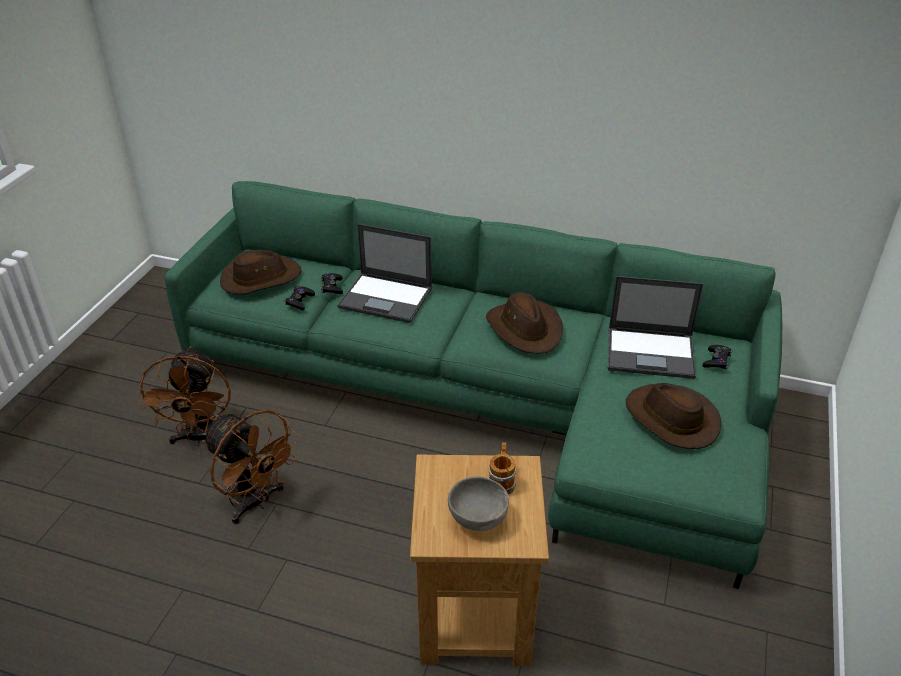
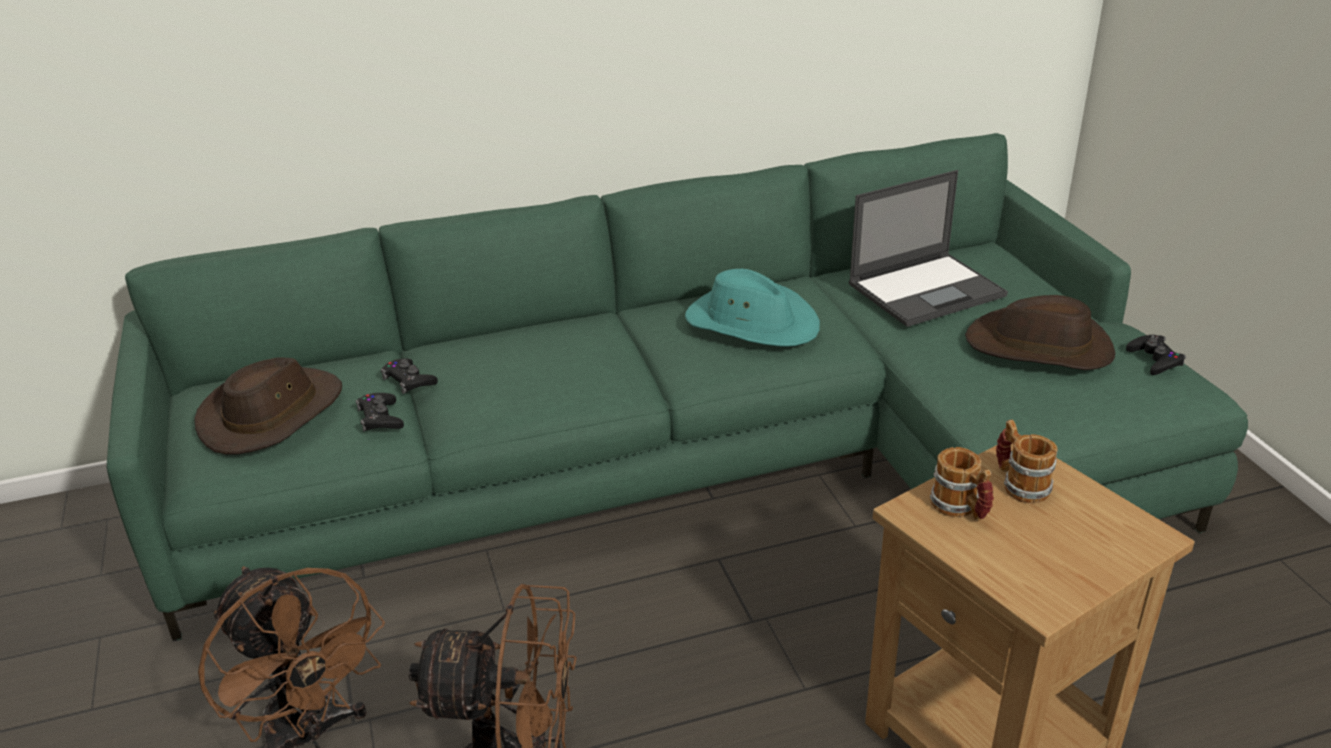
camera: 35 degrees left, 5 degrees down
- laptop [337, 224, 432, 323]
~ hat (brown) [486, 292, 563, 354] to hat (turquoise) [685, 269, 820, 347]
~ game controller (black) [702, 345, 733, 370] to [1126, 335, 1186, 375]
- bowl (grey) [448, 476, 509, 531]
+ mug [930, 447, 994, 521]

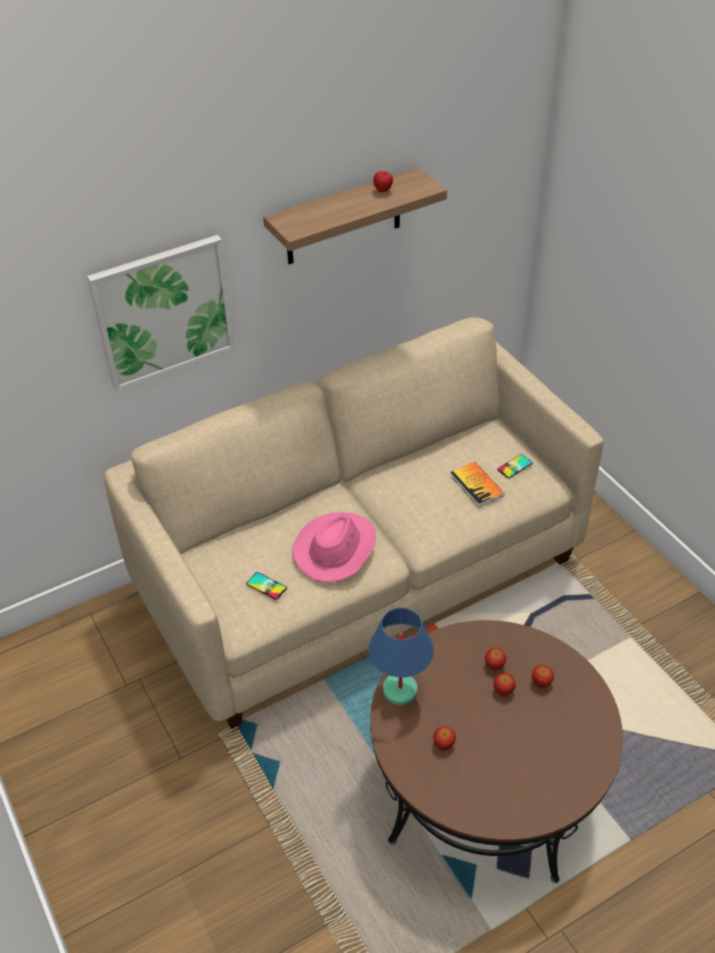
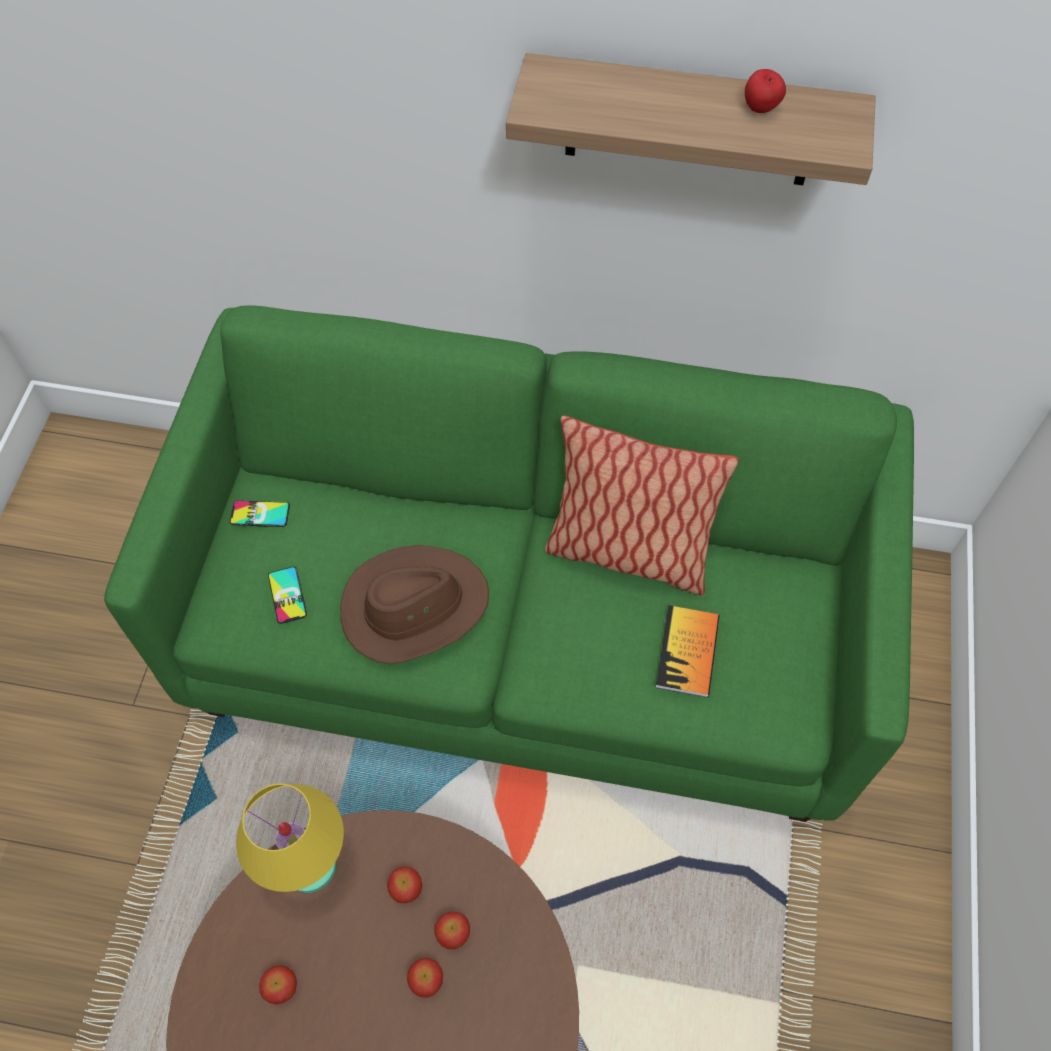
camera: 40 degrees right, 15 degrees up
- picture [87, 235, 235, 392]
~ sofa (beige) [104, 317, 604, 729] to sofa (green) [104, 305, 914, 822]
~ phone [497, 454, 533, 478] to [230, 500, 290, 527]
~ hat (pink) [292, 512, 376, 582] to hat (brown) [340, 545, 489, 664]
~ table lamp (blue) [368, 608, 434, 705] to table lamp (yellow) [236, 784, 344, 893]
~ apple [532, 665, 554, 688] to [387, 867, 422, 903]
+ pillow [545, 415, 739, 595]

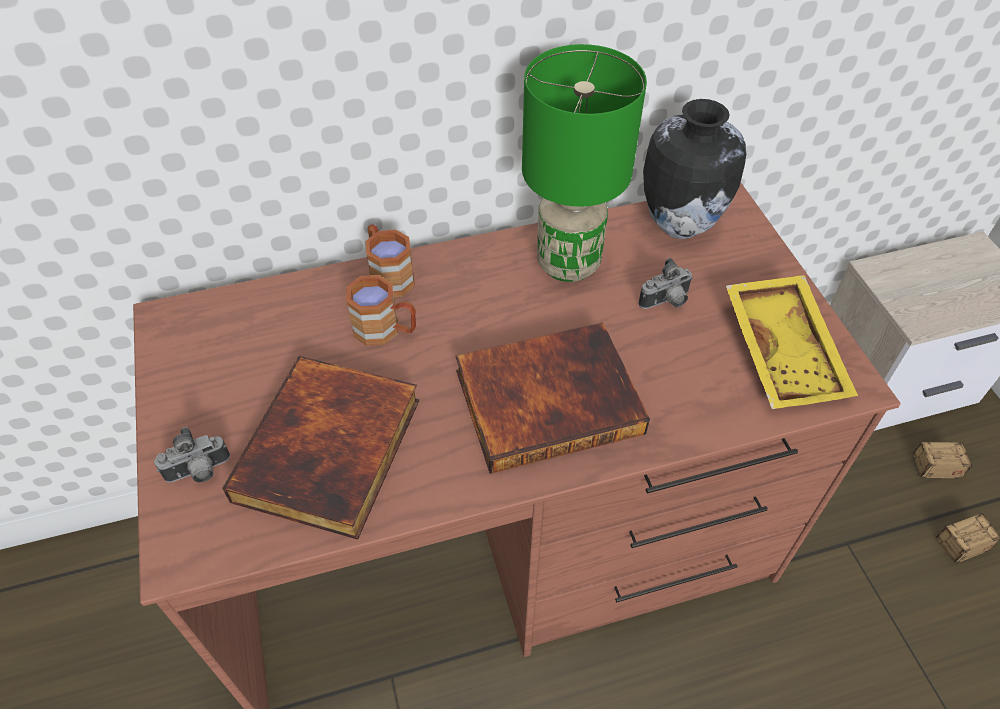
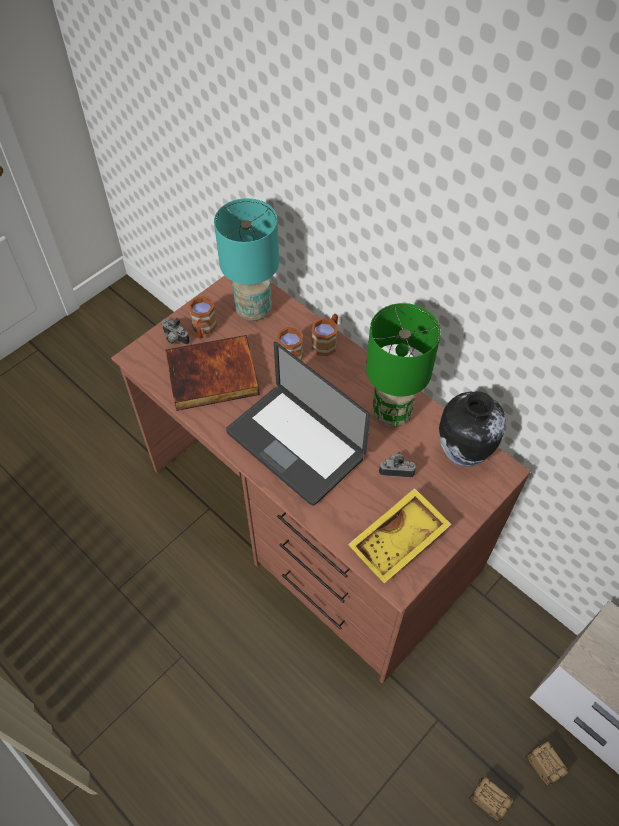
camera: 60 degrees right, 5 degrees up
~ photo camera [638, 258, 693, 309] = [379, 451, 416, 478] 150 degrees clockwise
~ book [455, 322, 650, 474] to laptop [226, 342, 370, 505]
+ table lamp (turquoise) [214, 198, 279, 321]
+ mug (brown) [188, 296, 217, 338]

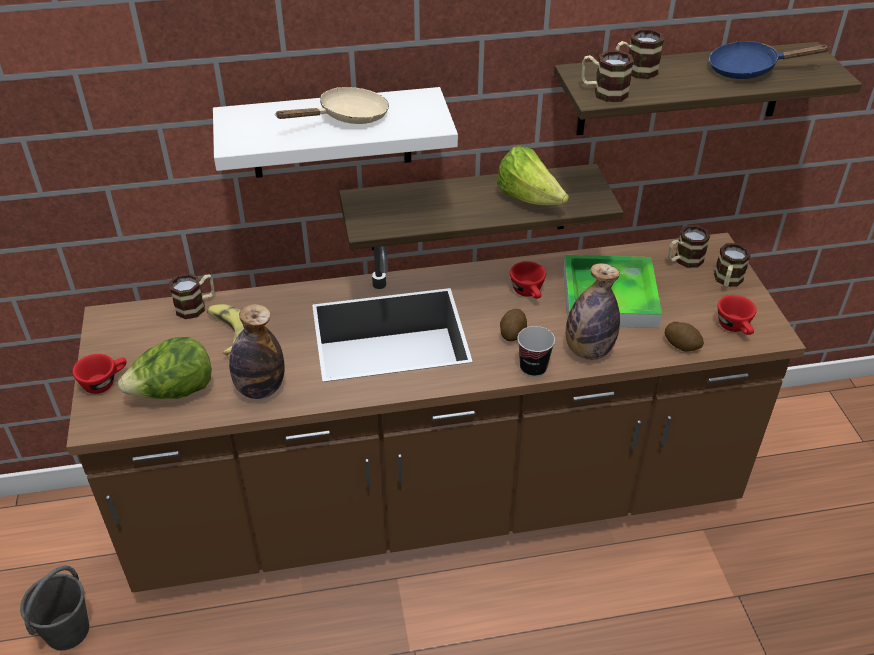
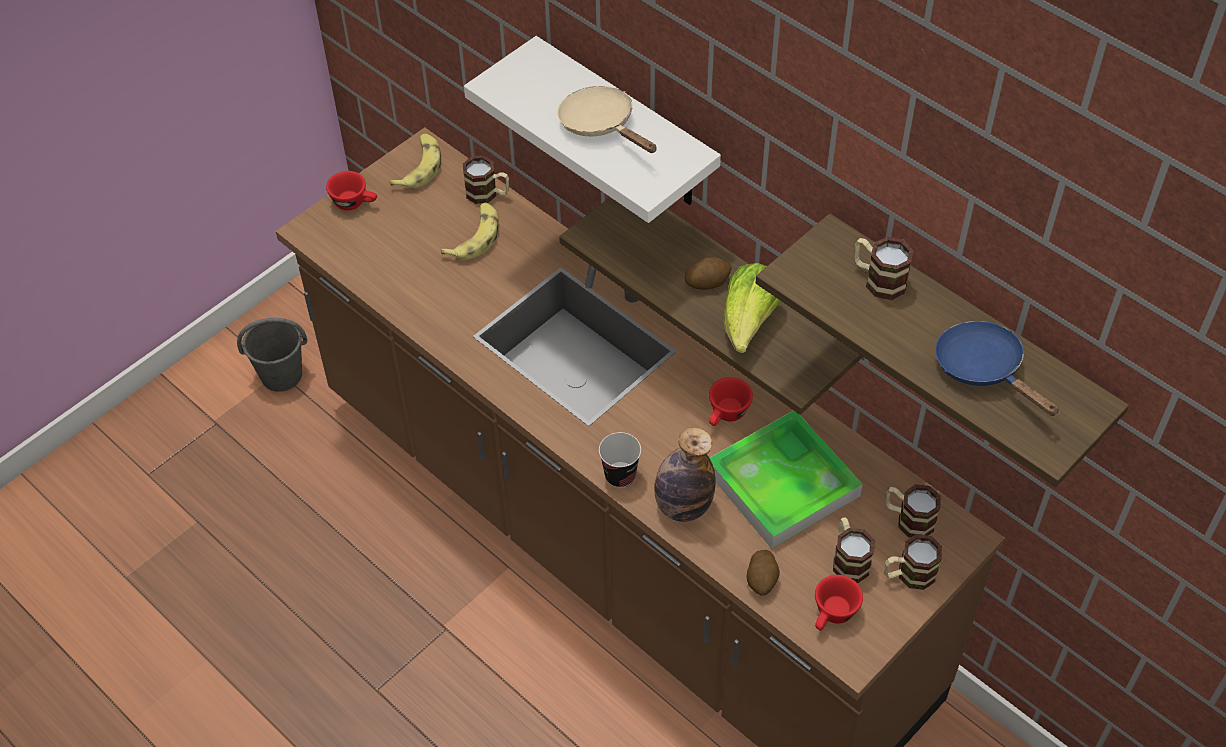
camera: 55 degrees right, 10 degrees up
~ mug [582, 50, 634, 102] to [833, 517, 875, 583]
~ frying pan (beige) [275, 87, 389, 124] = [557, 86, 657, 153] 150 degrees counterclockwise
- bottle [229, 304, 285, 399]
~ potato [500, 309, 527, 341] to [685, 257, 732, 290]
- lettuce [118, 337, 212, 399]
+ banana [389, 133, 441, 188]

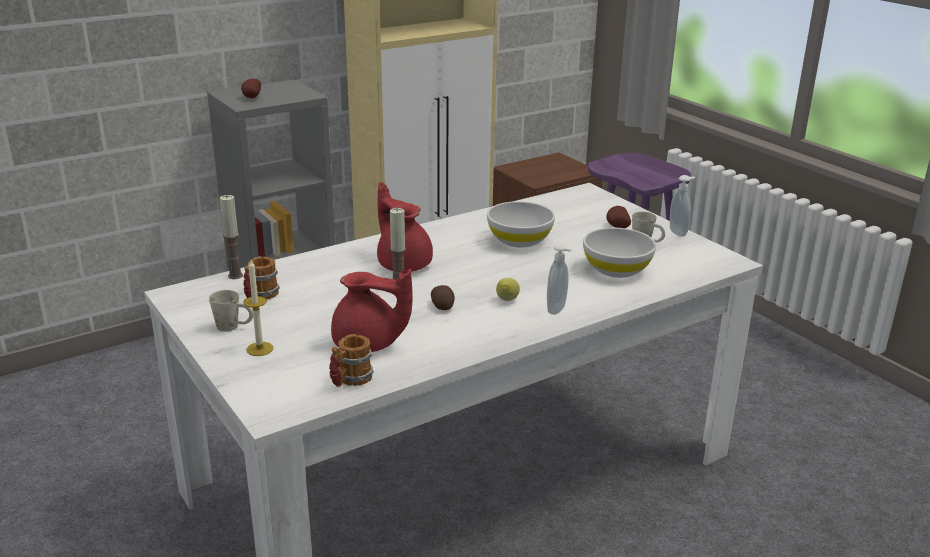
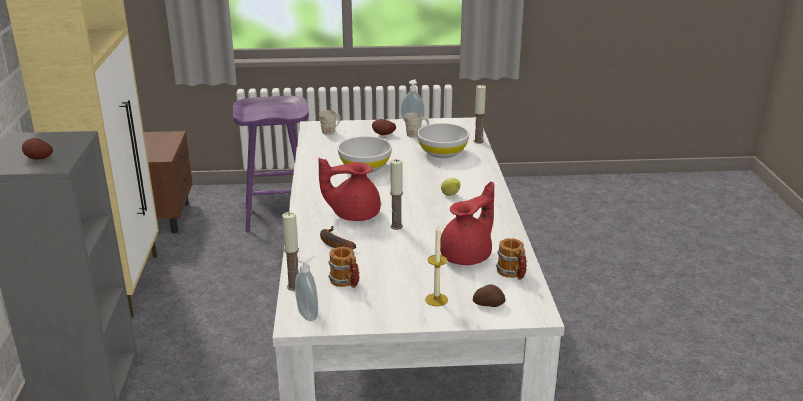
camera: 60 degrees left, 0 degrees up
~ soap dispenser [547, 243, 573, 315] to [295, 254, 318, 321]
~ potato [431, 285, 455, 310] to [473, 284, 506, 307]
~ mug (white) [209, 290, 253, 332] to [319, 110, 340, 135]
+ candle [474, 85, 486, 144]
+ banana [320, 226, 356, 250]

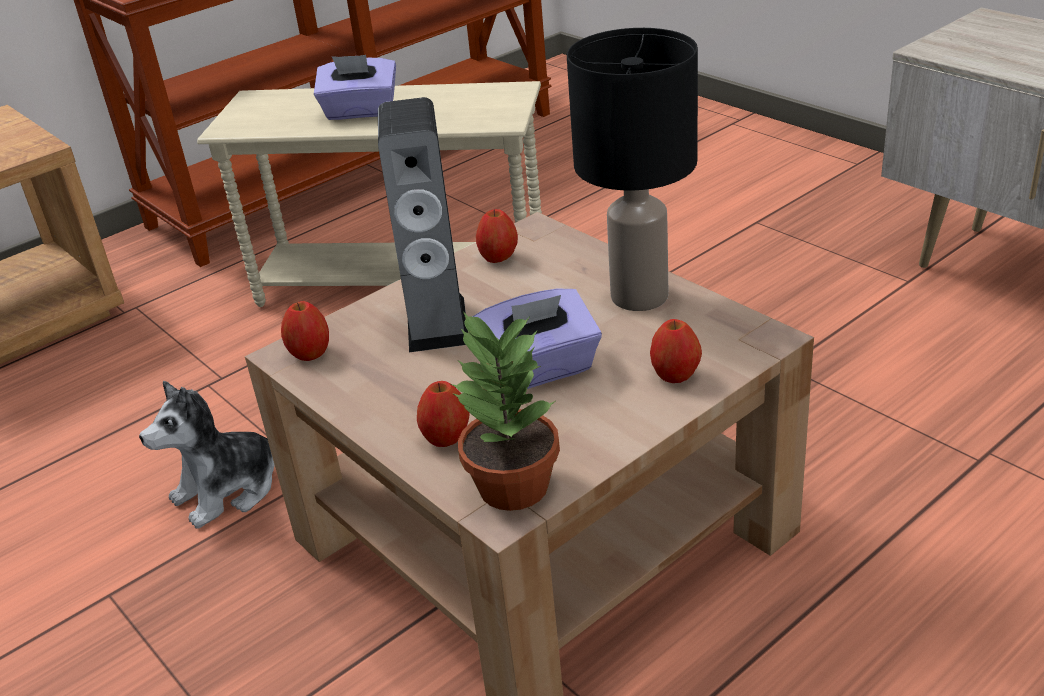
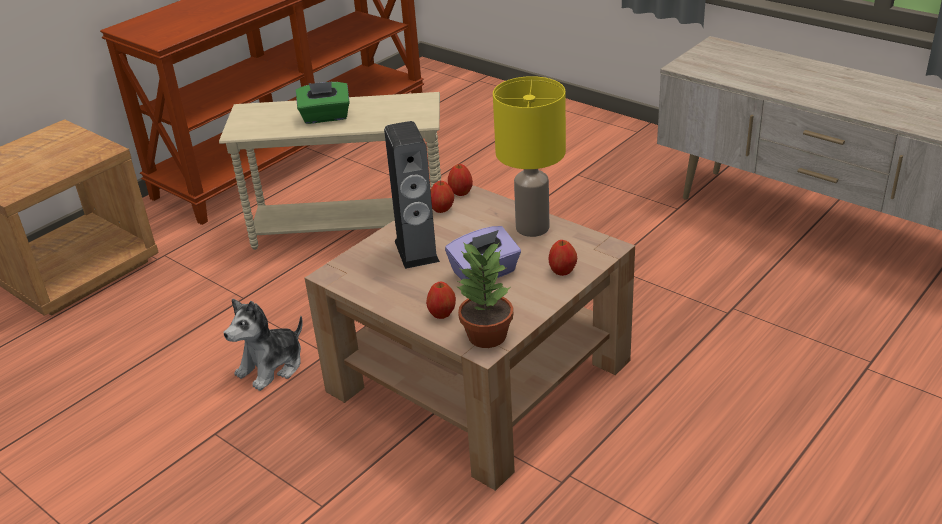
camera: 10 degrees left, 0 degrees up
~ table lamp (black) [567, 28, 698, 311] to table lamp (yellow) [493, 76, 566, 237]
~ tissue box (purple) [314, 55, 396, 120] to tissue box (green) [296, 82, 350, 124]
~ apple [281, 301, 329, 361] to [448, 164, 473, 196]

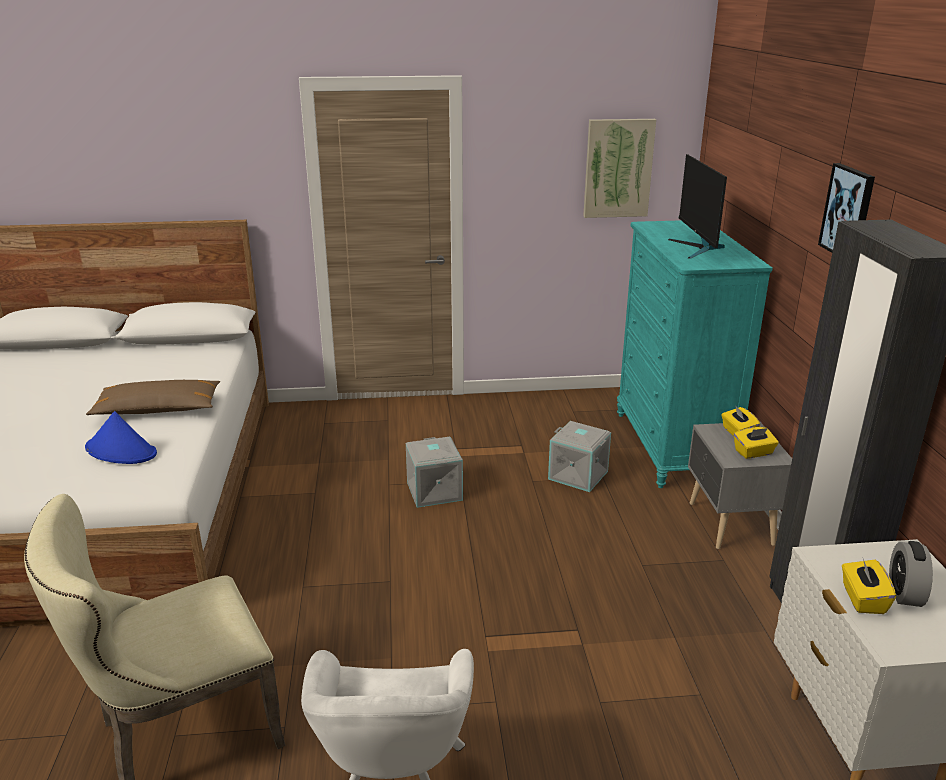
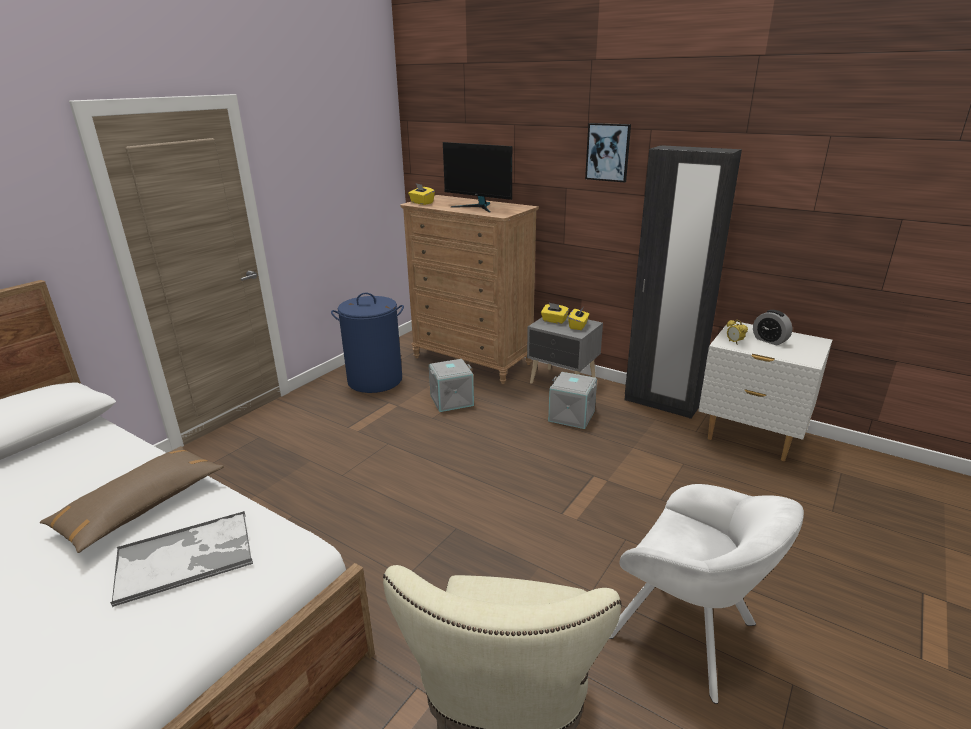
camera: 50 degrees left, 0 degrees up
- picture [583, 119, 656, 218]
~ dresser (turquoise) [617, 220, 773, 488] to dresser (brown) [400, 195, 539, 384]
~ hat (blue) [85, 411, 157, 464] to tray [110, 511, 253, 607]
~ storage box (grey) [406, 437, 463, 508] to [548, 372, 597, 429]
~ tissue box (yellow) [842, 559, 896, 614] to [408, 183, 435, 205]
+ laundry basket (blue) [331, 293, 404, 393]
+ alarm clock [727, 320, 748, 344]

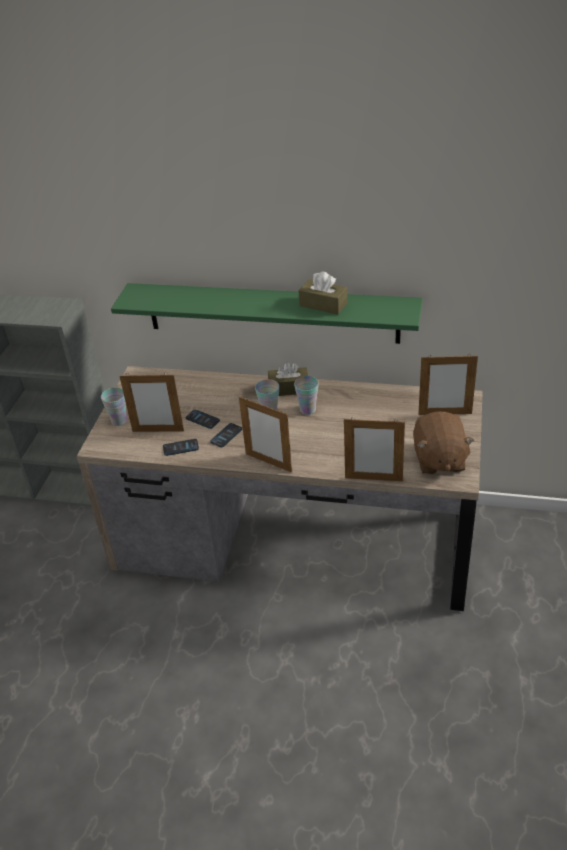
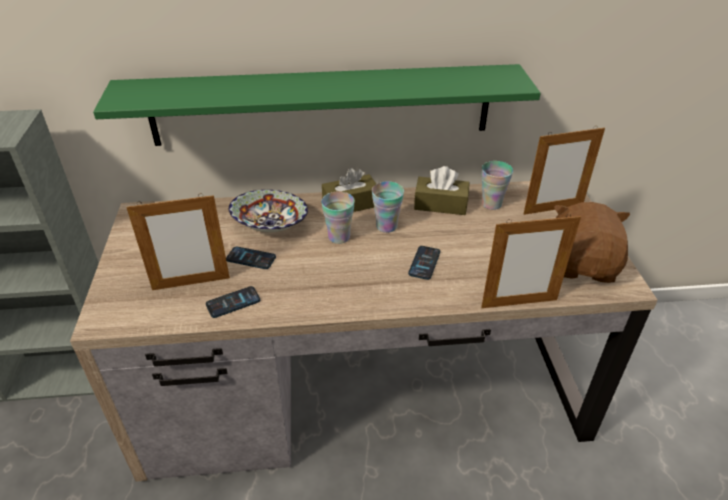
camera: 20 degrees left, 0 degrees up
~ tissue box (brown) [299, 271, 348, 315] to [414, 166, 470, 215]
~ cup [101, 388, 127, 426] to [481, 161, 513, 210]
- picture frame [239, 396, 292, 473]
~ plush toy (brown) [413, 411, 474, 475] = [554, 202, 630, 283] 150 degrees counterclockwise
~ phone [210, 423, 242, 448] to [408, 246, 440, 280]
+ bowl [229, 190, 308, 232]

